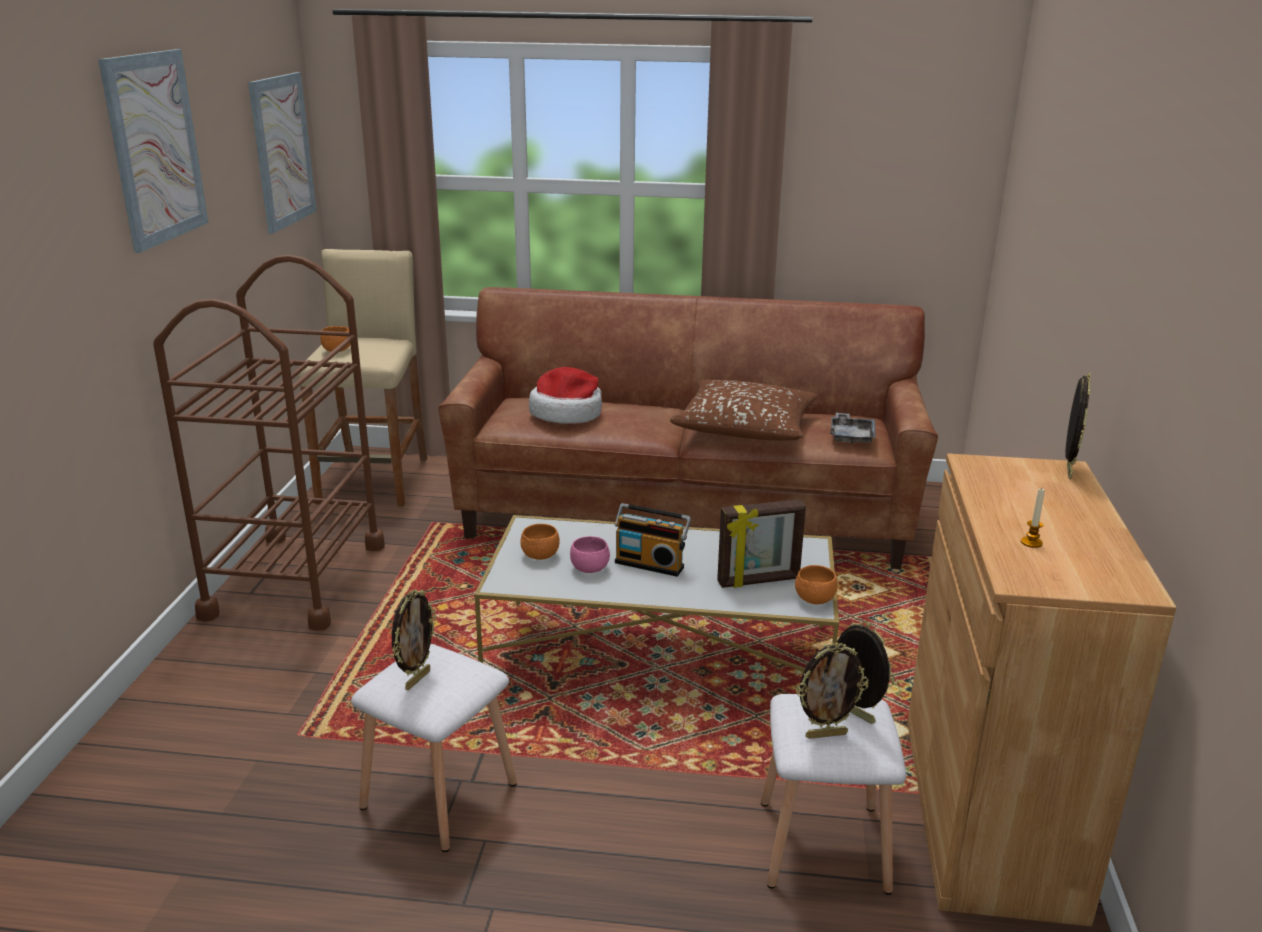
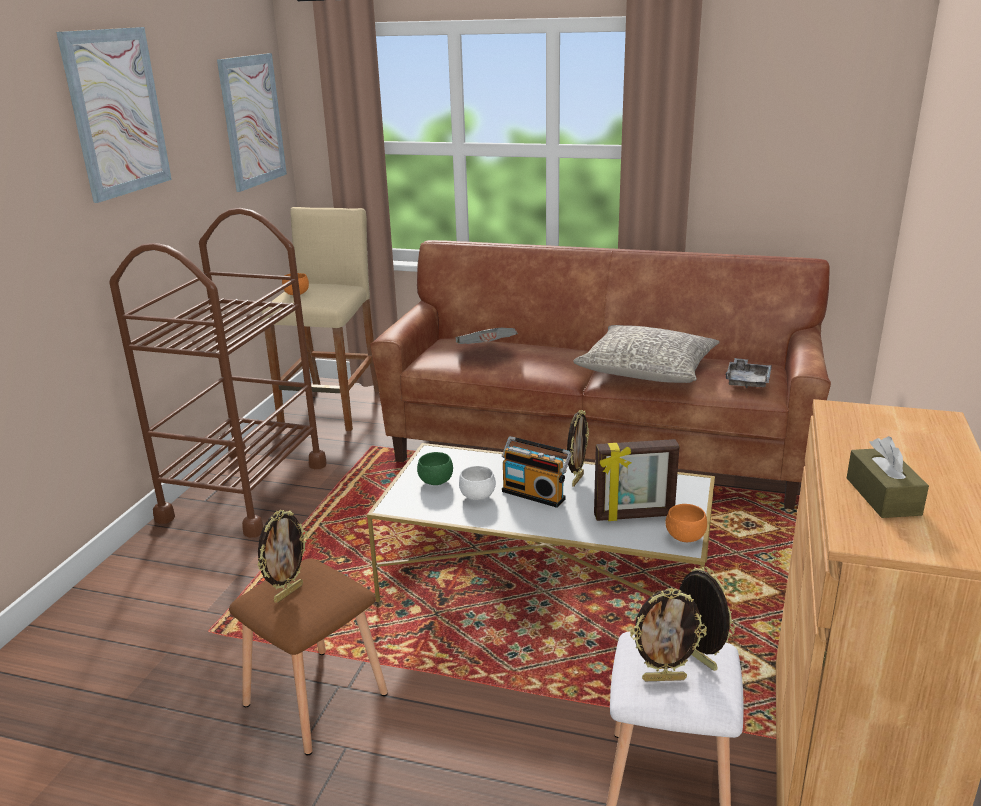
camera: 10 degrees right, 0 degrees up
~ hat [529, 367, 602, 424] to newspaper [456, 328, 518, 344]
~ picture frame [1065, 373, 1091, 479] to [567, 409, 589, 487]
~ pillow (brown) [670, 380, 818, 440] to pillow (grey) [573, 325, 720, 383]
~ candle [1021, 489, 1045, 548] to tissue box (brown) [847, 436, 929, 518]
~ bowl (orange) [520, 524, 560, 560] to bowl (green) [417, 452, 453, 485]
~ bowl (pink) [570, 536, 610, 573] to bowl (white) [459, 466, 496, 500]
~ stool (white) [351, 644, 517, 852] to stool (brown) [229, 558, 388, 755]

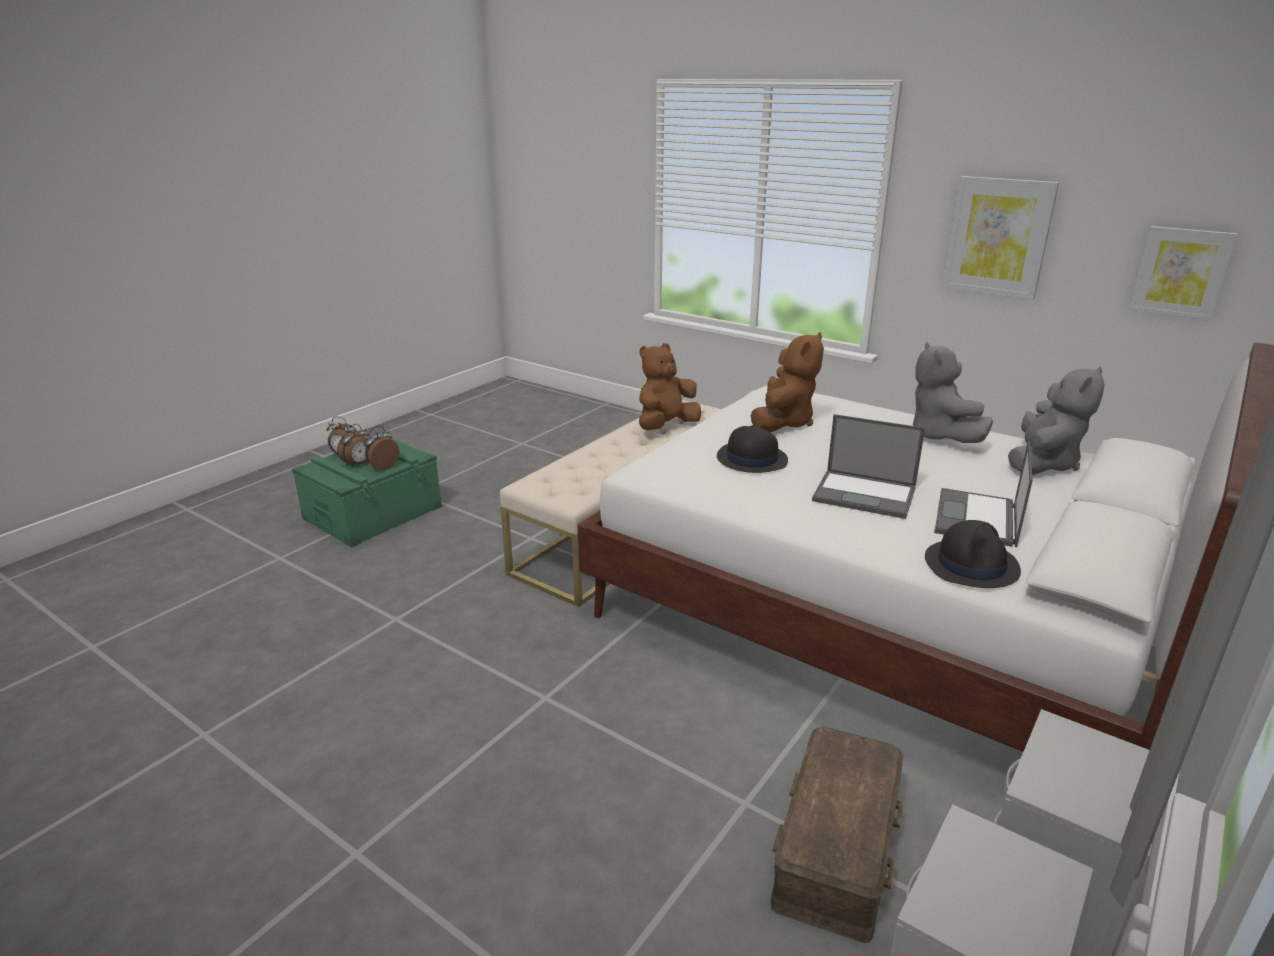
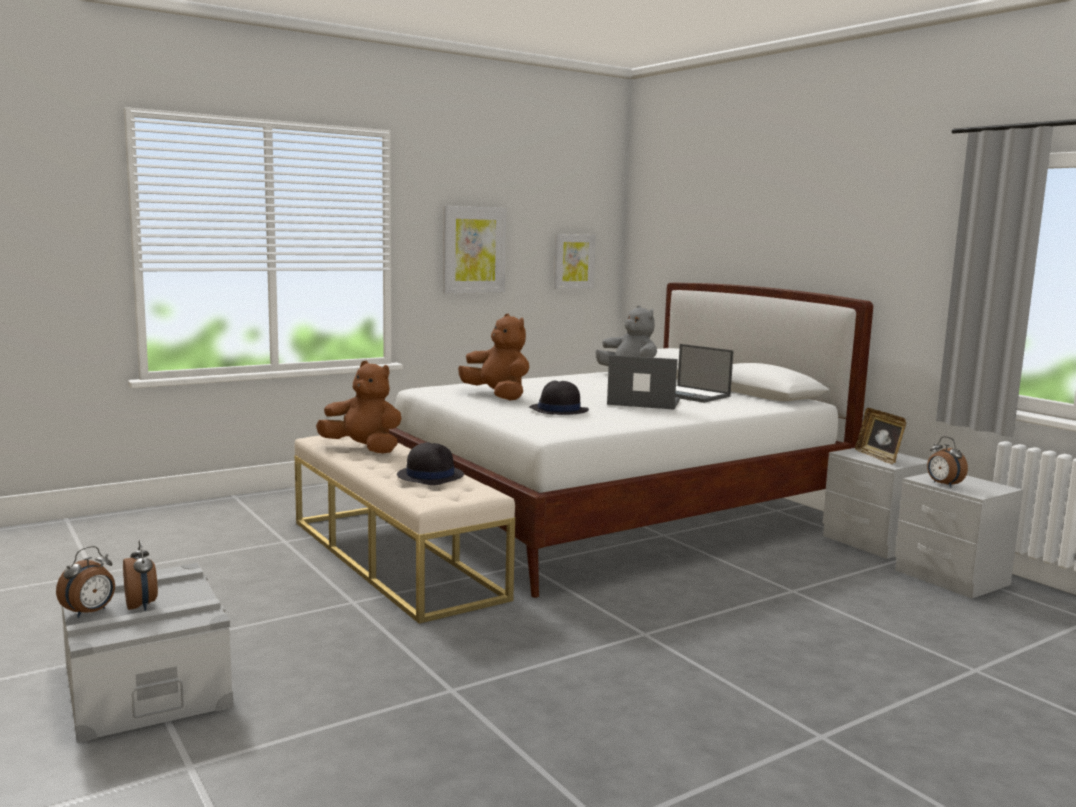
camera: 70 degrees left, 15 degrees down
- plush toy (grey) [913, 342, 993, 443]
~ plush toy (brown) [639, 343, 701, 430] = [316, 361, 402, 454] 135 degrees clockwise
~ laptop [812, 414, 925, 519] = [607, 355, 680, 410] 120 degrees counterclockwise
~ alarm clock [364, 426, 399, 470] to [927, 436, 968, 487]
~ storage box (green) [292, 436, 442, 547] to storage box (grey) [62, 563, 233, 743]
~ hat (black) [925, 520, 1021, 588] to [397, 442, 464, 485]
- storage box (brown) [771, 727, 904, 943]
+ picture frame [855, 408, 906, 464]

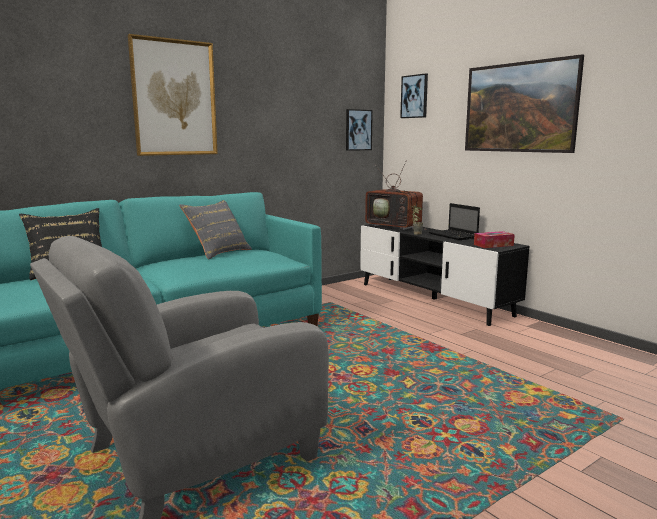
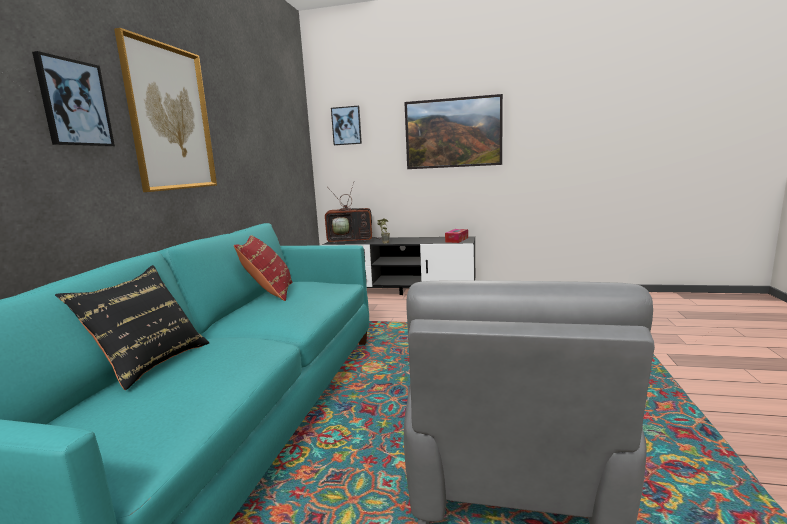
camera: 40 degrees left, 0 degrees up
~ picture [346, 109, 373, 151] to [32, 51, 115, 147]
~ pillow (grey) [179, 200, 252, 259] to pillow (red) [234, 235, 292, 301]
- laptop [429, 203, 480, 240]

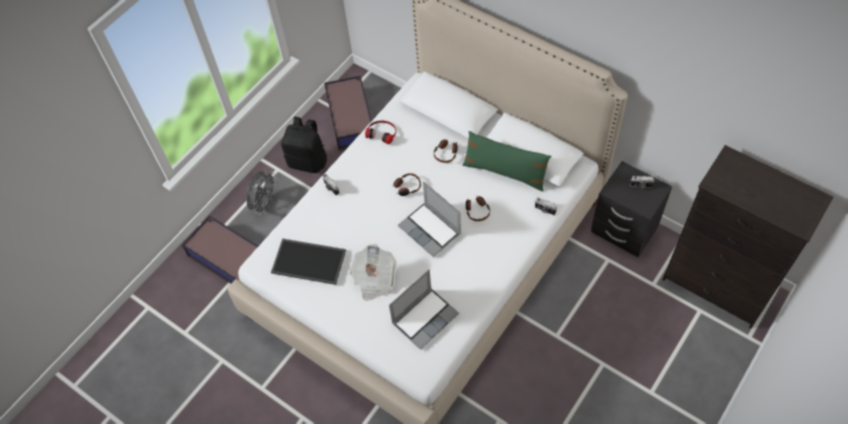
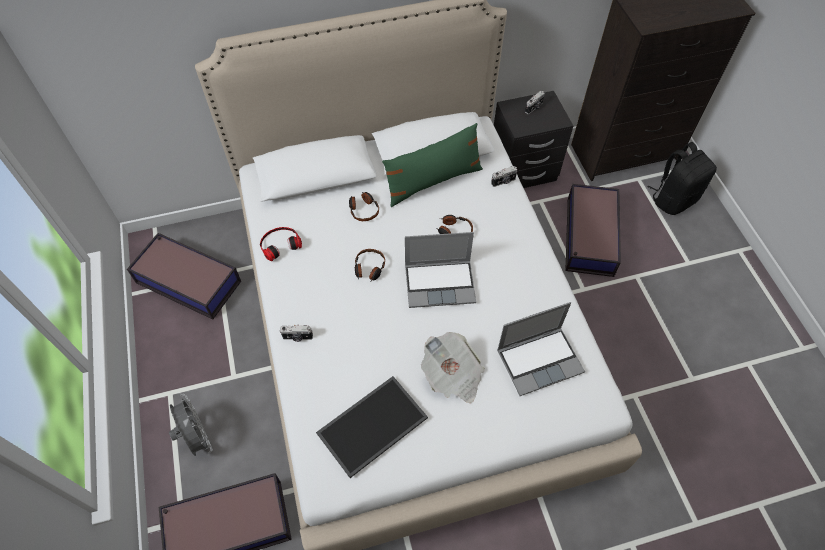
camera: 55 degrees left, 0 degrees up
~ backpack (black) [281, 117, 327, 173] to [648, 142, 717, 215]
~ laptop [389, 269, 459, 350] = [497, 302, 585, 396] 75 degrees clockwise
+ storage box [565, 184, 621, 277]

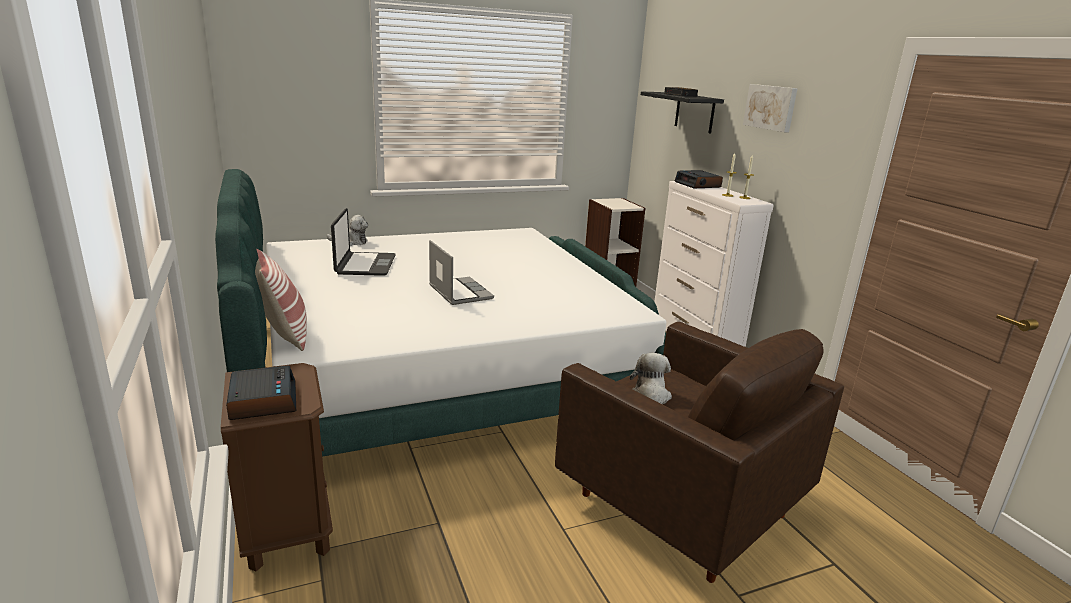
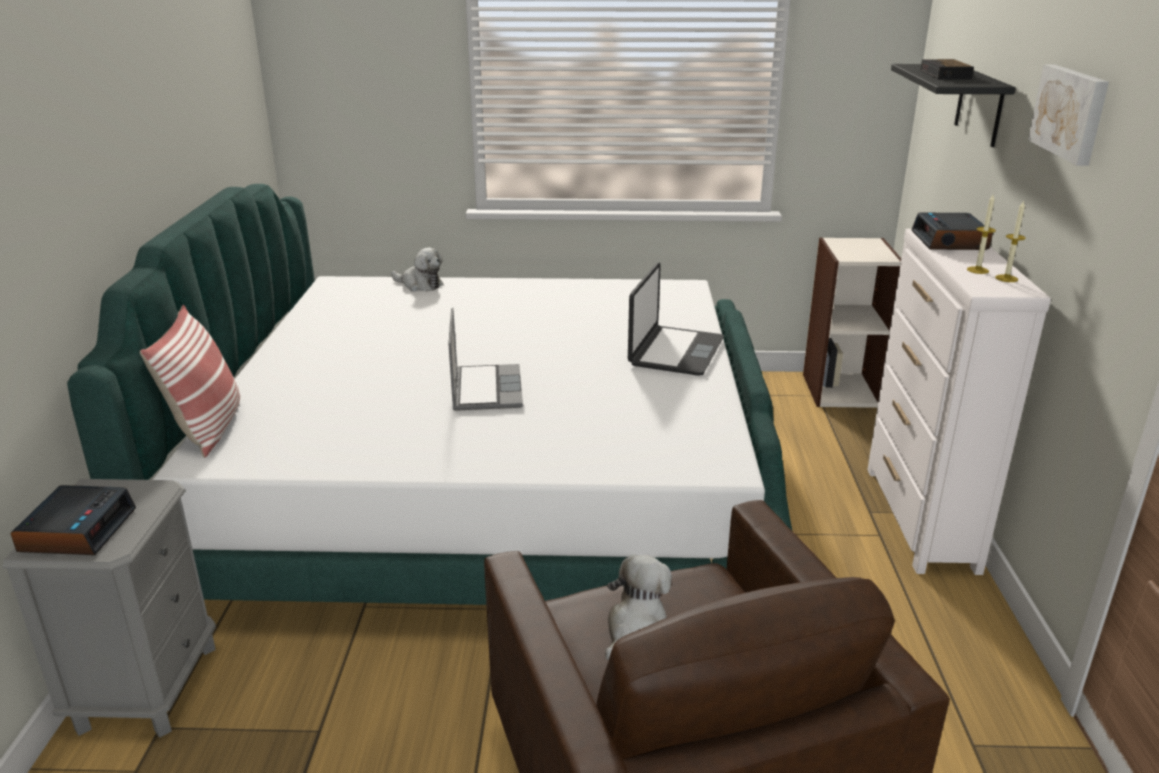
camera: 25 degrees right, 5 degrees up
~ laptop [331, 208, 396, 276] to [628, 263, 724, 376]
~ nightstand (brown) [221, 363, 333, 572] to nightstand (grey) [2, 479, 216, 738]

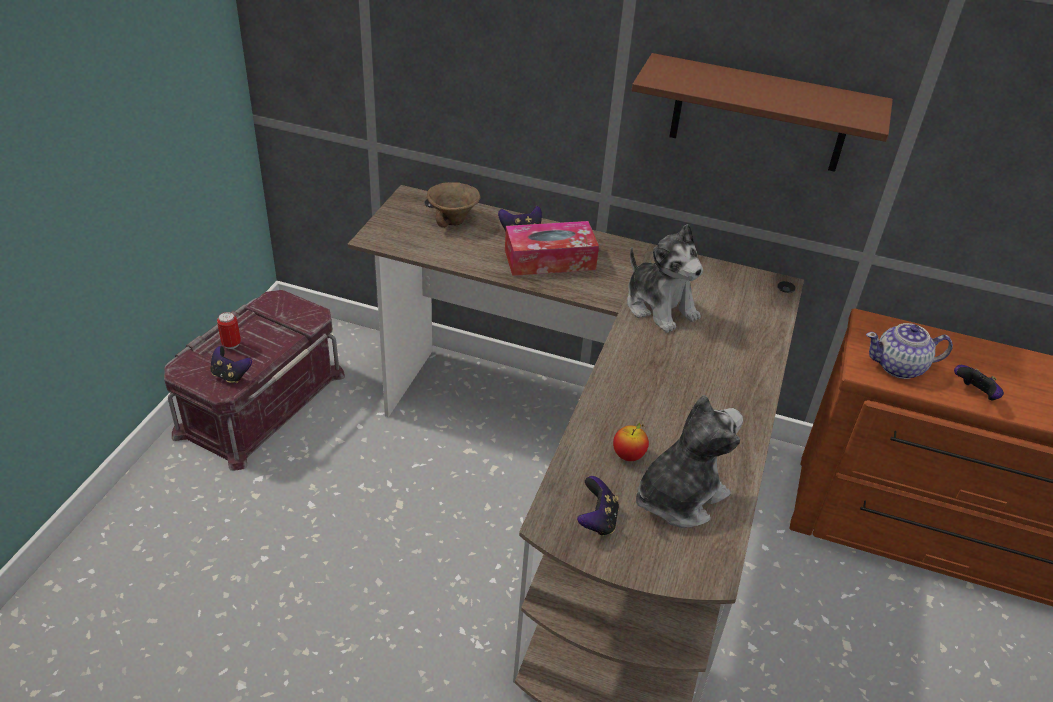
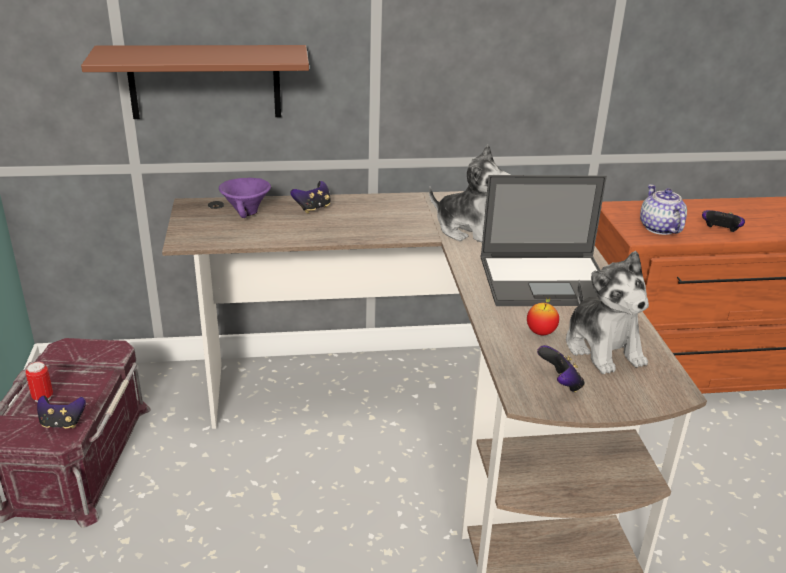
camera: 25 degrees left, 10 degrees down
~ shelf (brown) [632, 53, 893, 172] to [81, 45, 309, 119]
~ bowl (brown) [427, 182, 481, 228] to bowl (purple) [219, 178, 271, 218]
- tissue box [505, 221, 599, 276]
~ teapot [866, 323, 953, 379] = [640, 184, 687, 235] 105 degrees clockwise
~ plush toy [636, 395, 743, 528] = [566, 251, 649, 374] 135 degrees clockwise
+ laptop [480, 175, 607, 306]

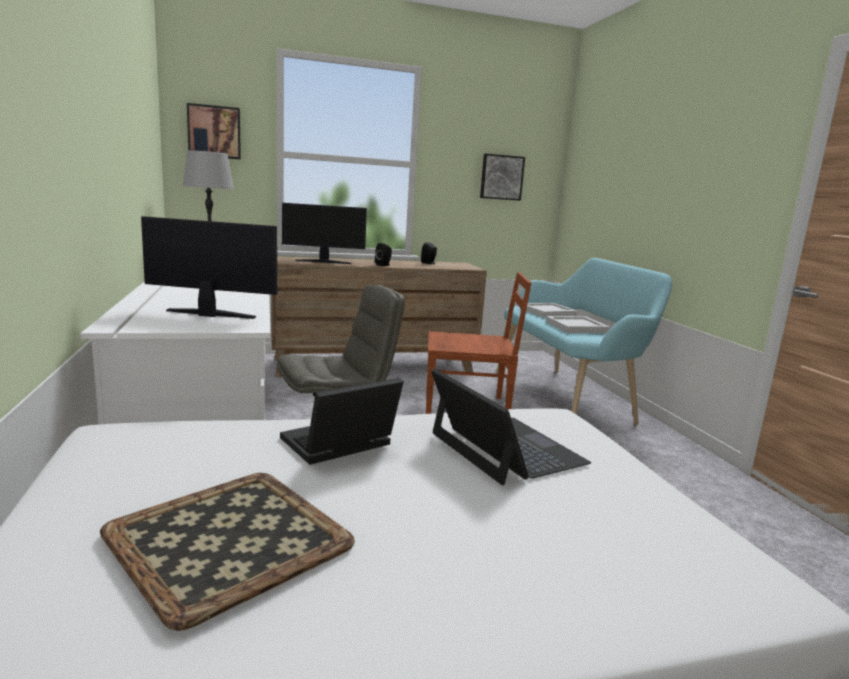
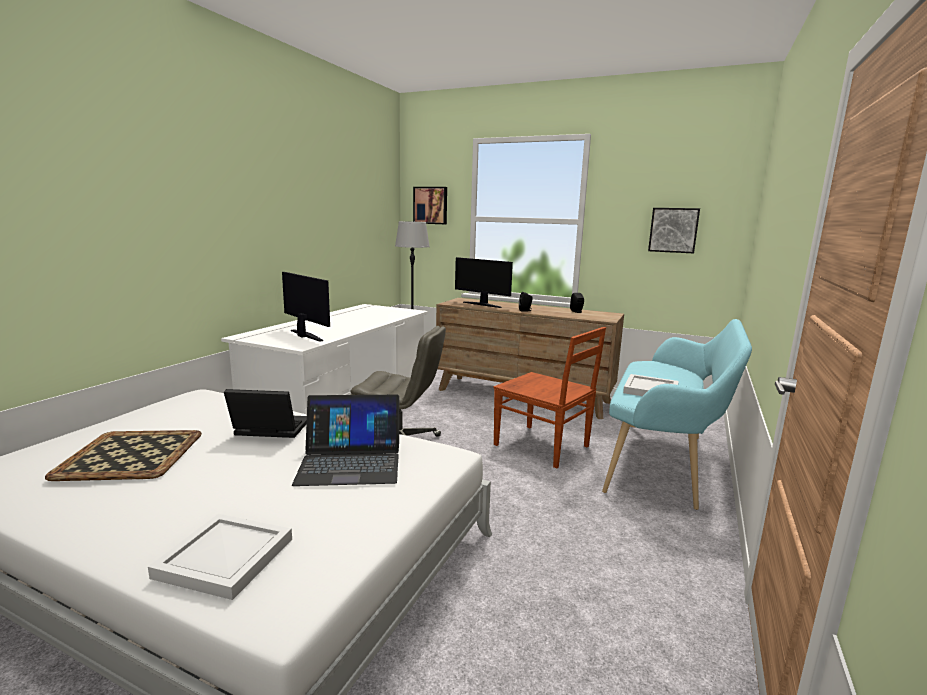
camera: 40 degrees right, 0 degrees up
~ tray (white) [520, 303, 578, 318] to [148, 514, 292, 600]
~ laptop [431, 369, 591, 485] = [292, 395, 399, 486] 75 degrees clockwise

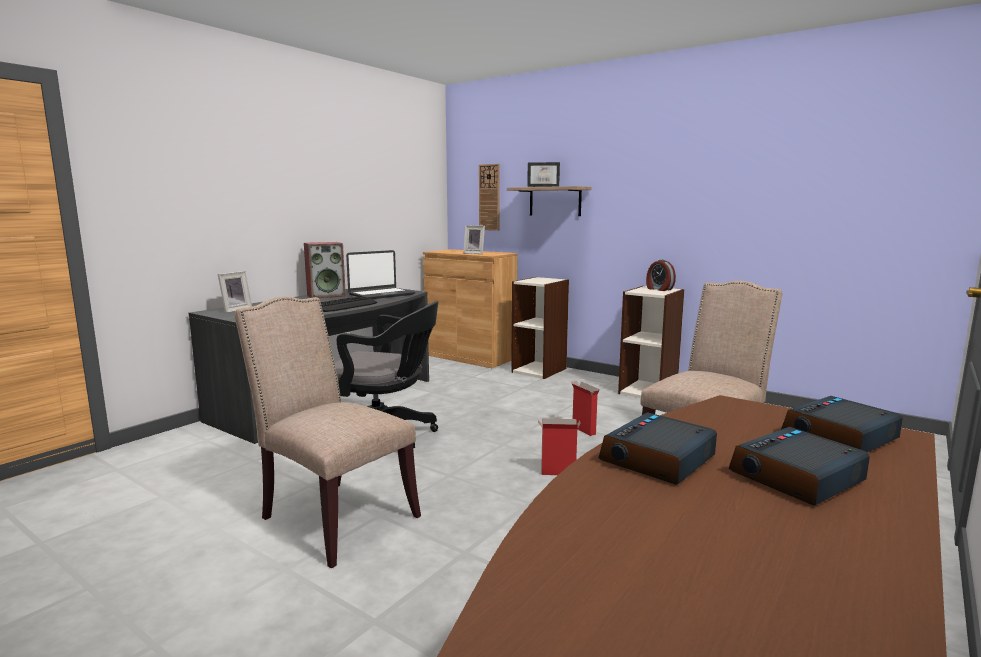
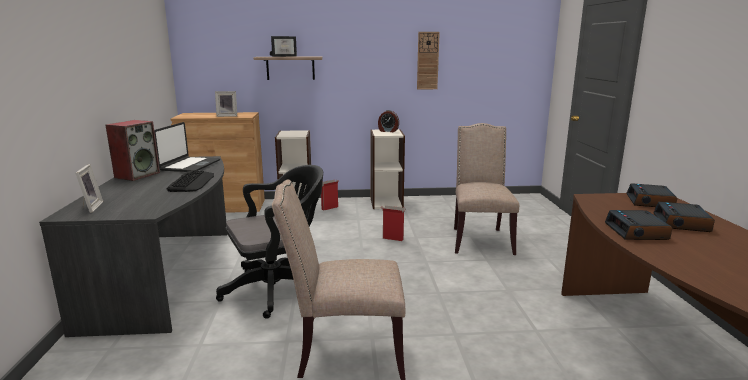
camera: 40 degrees left, 5 degrees up
~ wall clock [479, 164, 500, 231] to [417, 32, 440, 89]
~ cardboard box [538, 419, 581, 475] to [321, 180, 339, 210]

